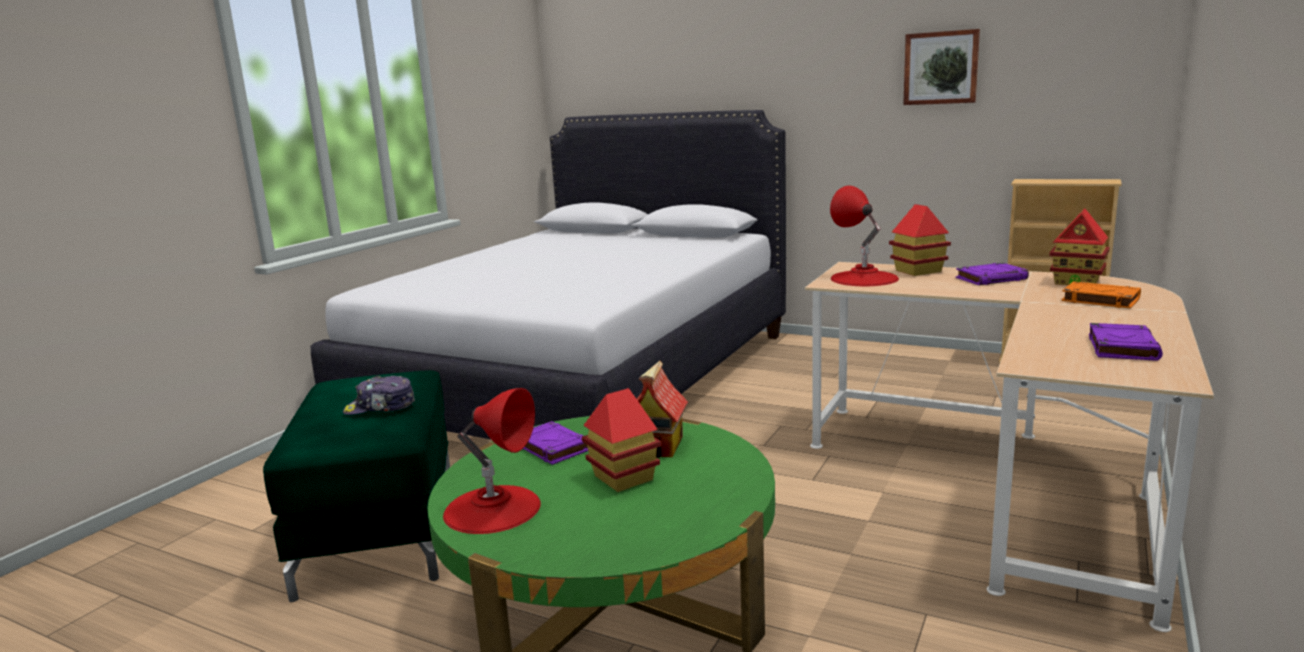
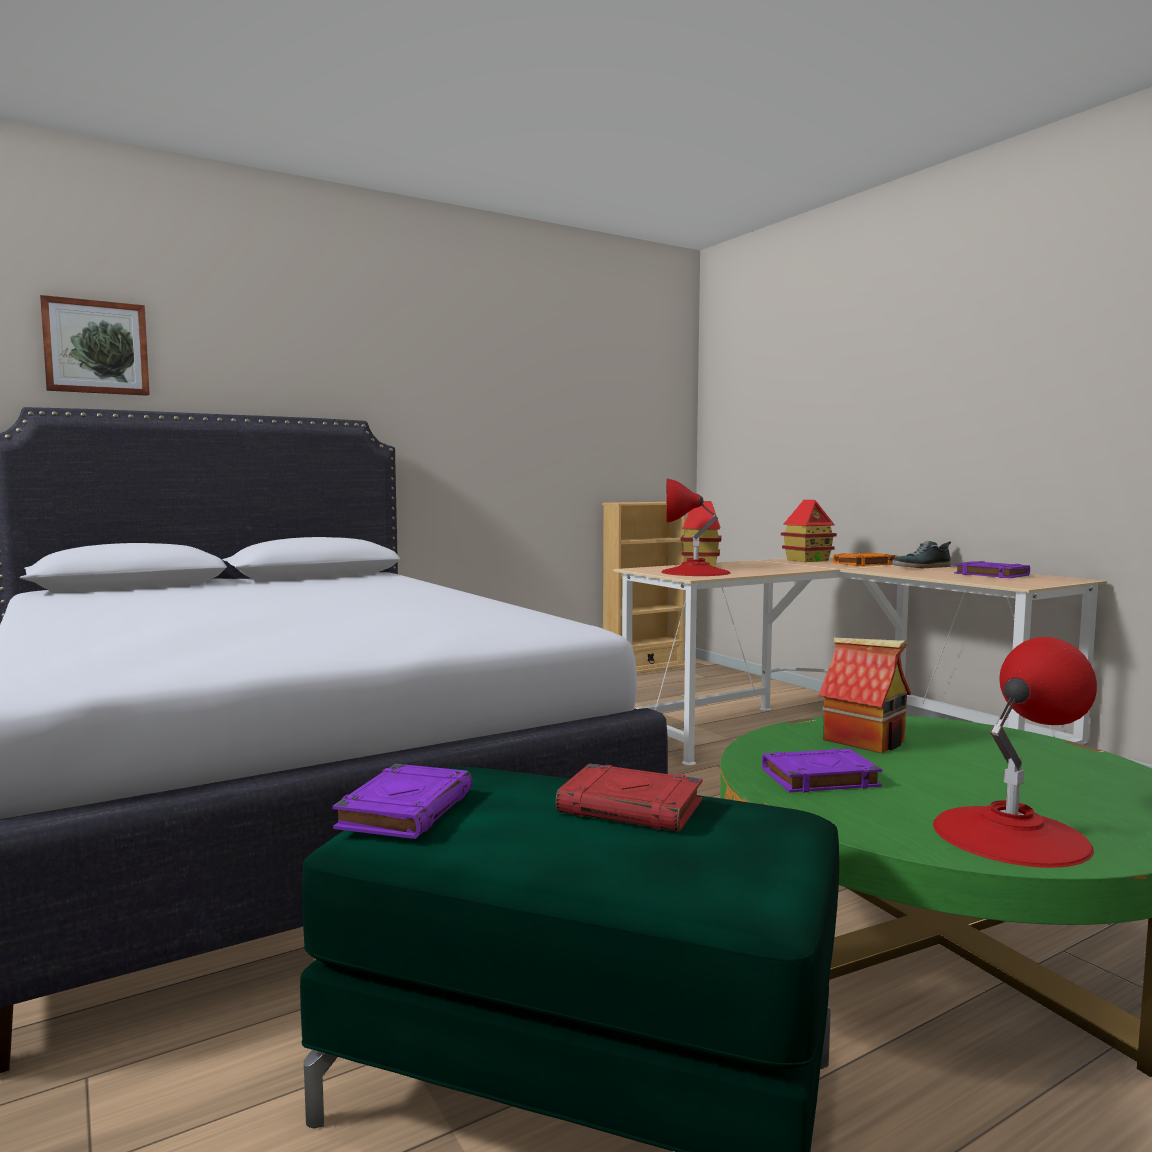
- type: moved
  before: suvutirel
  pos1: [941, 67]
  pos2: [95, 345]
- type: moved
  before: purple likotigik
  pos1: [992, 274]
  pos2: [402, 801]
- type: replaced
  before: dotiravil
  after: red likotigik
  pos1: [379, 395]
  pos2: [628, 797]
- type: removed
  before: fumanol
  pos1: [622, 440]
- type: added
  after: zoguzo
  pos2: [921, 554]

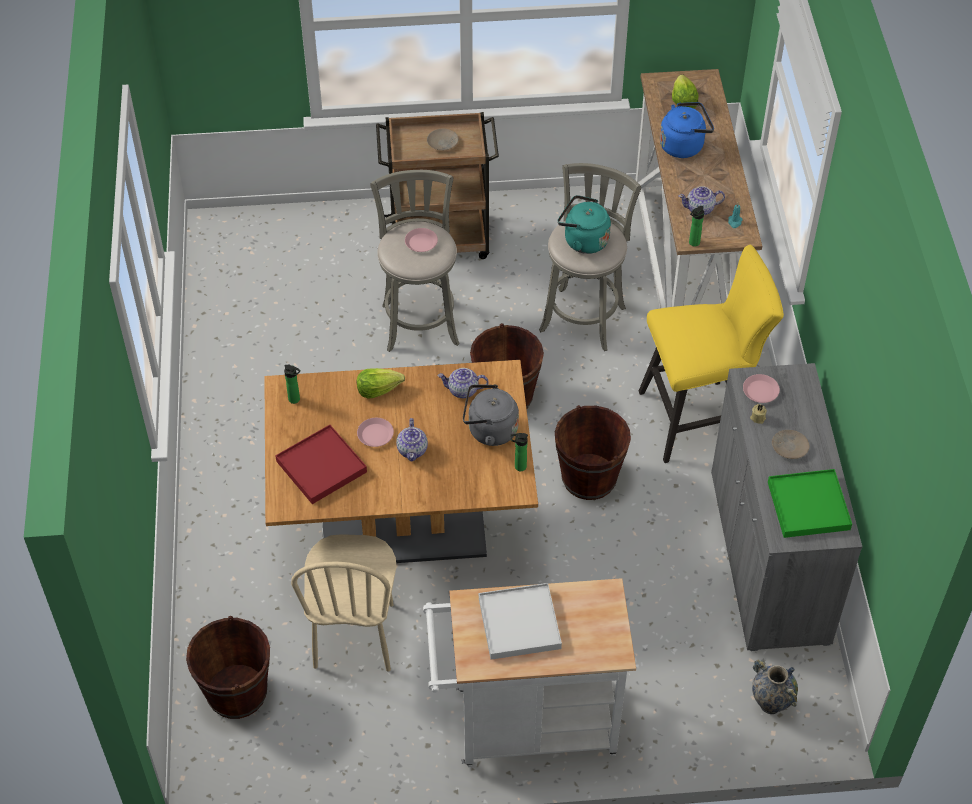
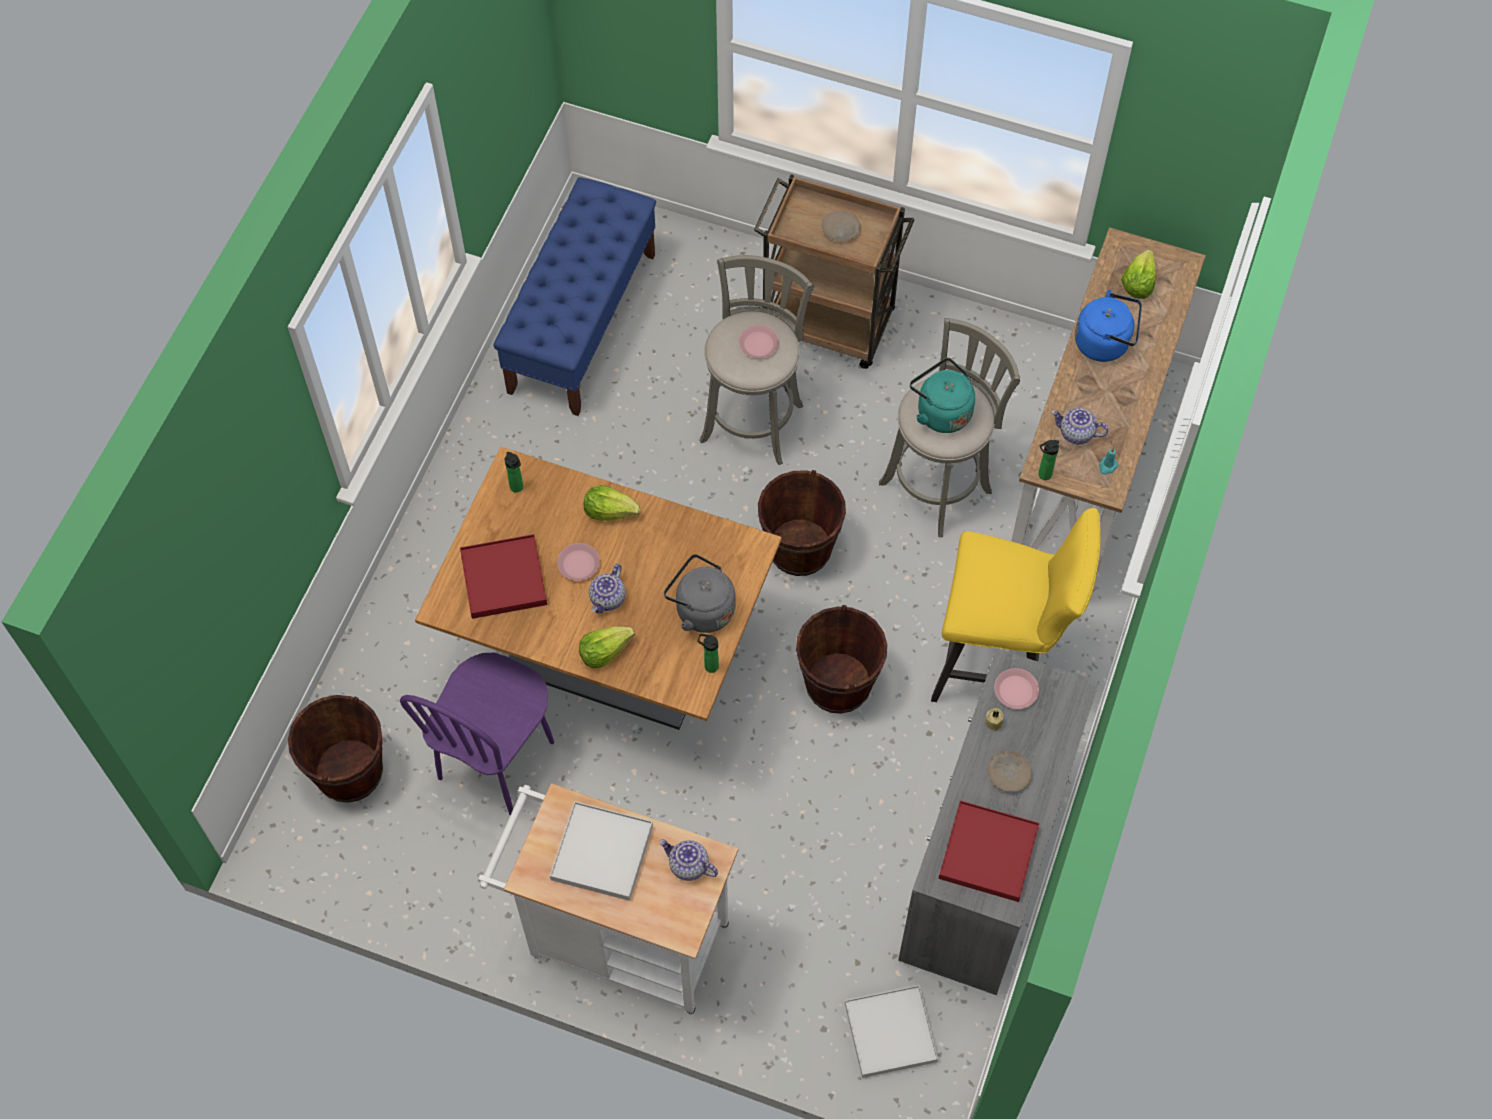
- type: moved
  before: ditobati
  pos1: [463, 383]
  pos2: [688, 860]
- type: recoloured
  before: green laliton
  after: red laliton
  pos1: [810, 503]
  pos2: [989, 851]
- type: recoloured
  before: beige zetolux
  after: purple zetolux
  pos1: [344, 602]
  pos2: [477, 734]
- type: replaced
  before: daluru
  after: white laliton
  pos1: [775, 687]
  pos2: [891, 1031]
- type: added
  after: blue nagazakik
  pos2: [575, 296]
- type: added
  after: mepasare
  pos2: [607, 647]

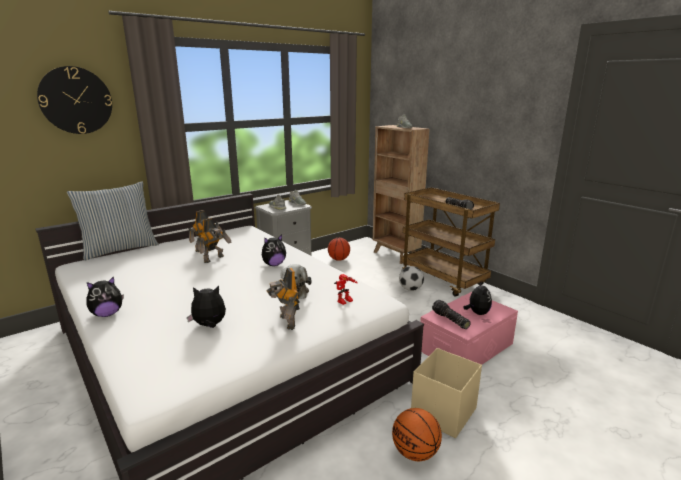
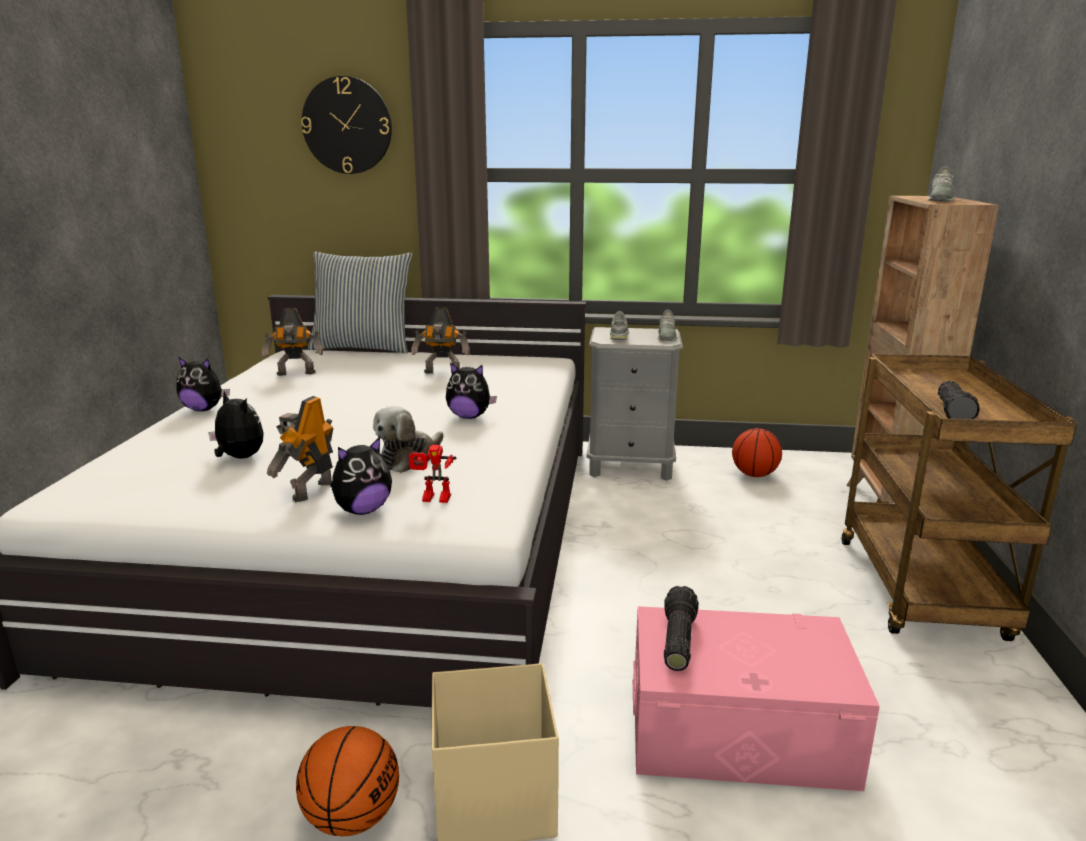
- type: moved
  before: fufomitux
  pos1: [214, 240]
  pos2: [293, 342]
- type: removed
  before: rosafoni
  pos1: [411, 278]
- type: moved
  before: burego
  pos1: [477, 297]
  pos2: [361, 476]

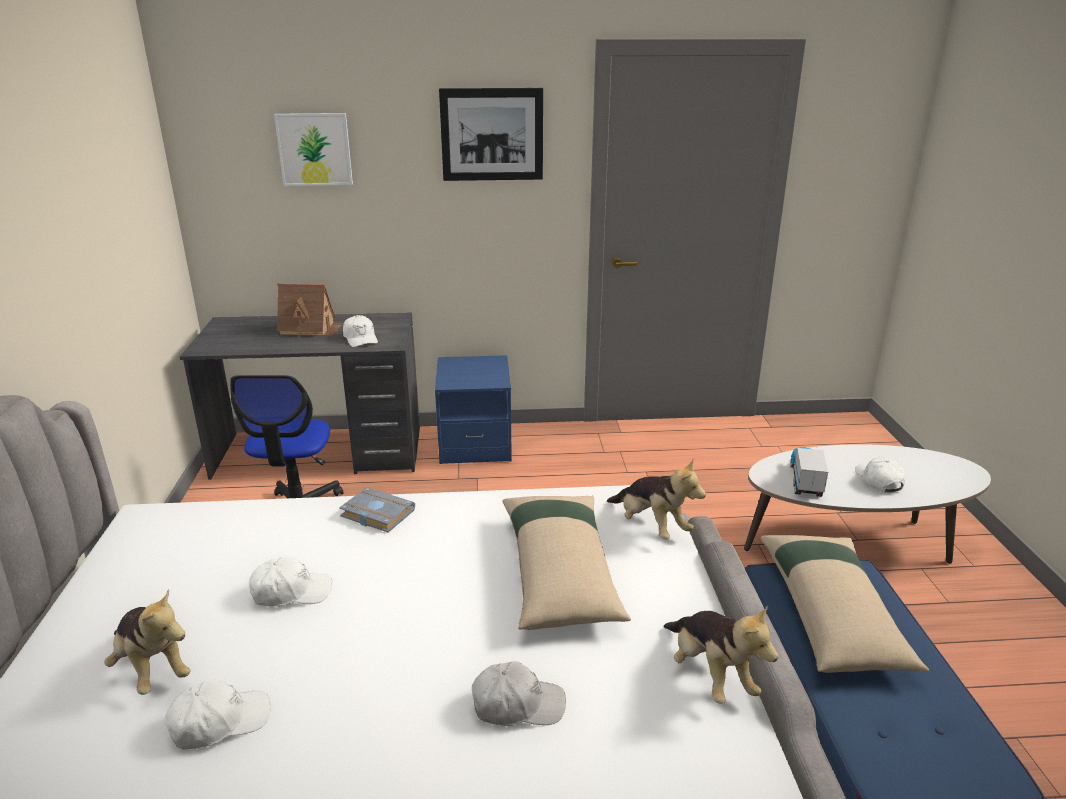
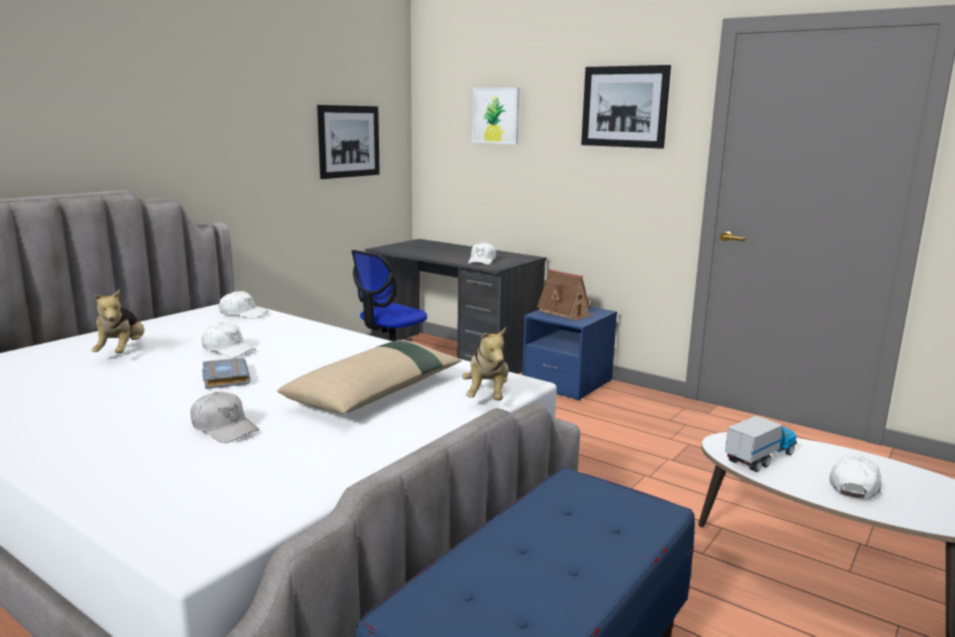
- type: moved
  before: fumanol
  pos1: [310, 309]
  pos2: [566, 294]
- type: moved
  before: grey likotigik
  pos1: [377, 509]
  pos2: [226, 373]
- type: removed
  before: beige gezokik
  pos1: [844, 604]
- type: removed
  before: burego
  pos1: [721, 655]
- type: moved
  before: white dotiravil
  pos1: [218, 714]
  pos2: [243, 305]
- type: added
  after: suvutirel
  pos2: [348, 142]

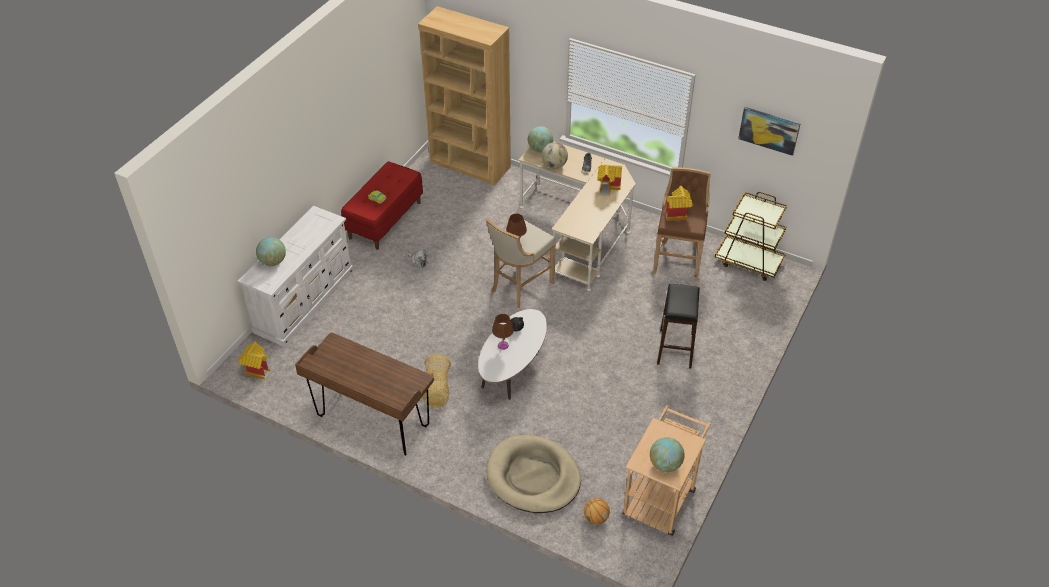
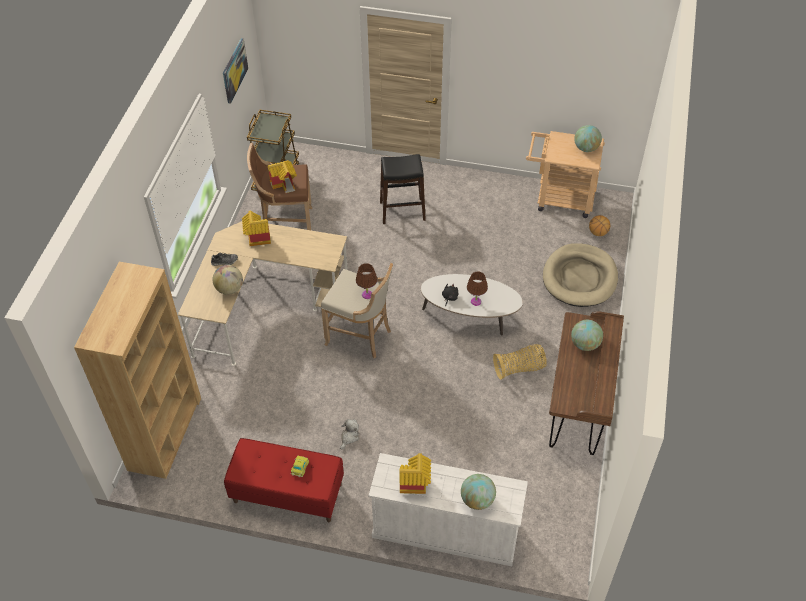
- type: moved
  before: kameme
  pos1: [540, 139]
  pos2: [587, 335]
- type: moved
  before: fumanol
  pos1: [254, 360]
  pos2: [415, 473]

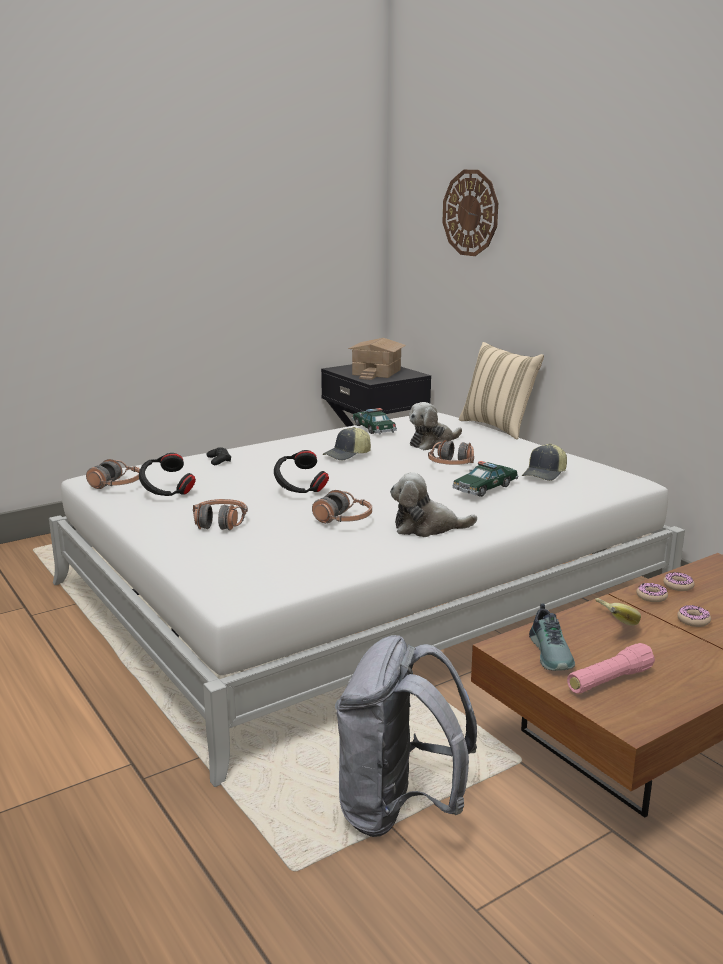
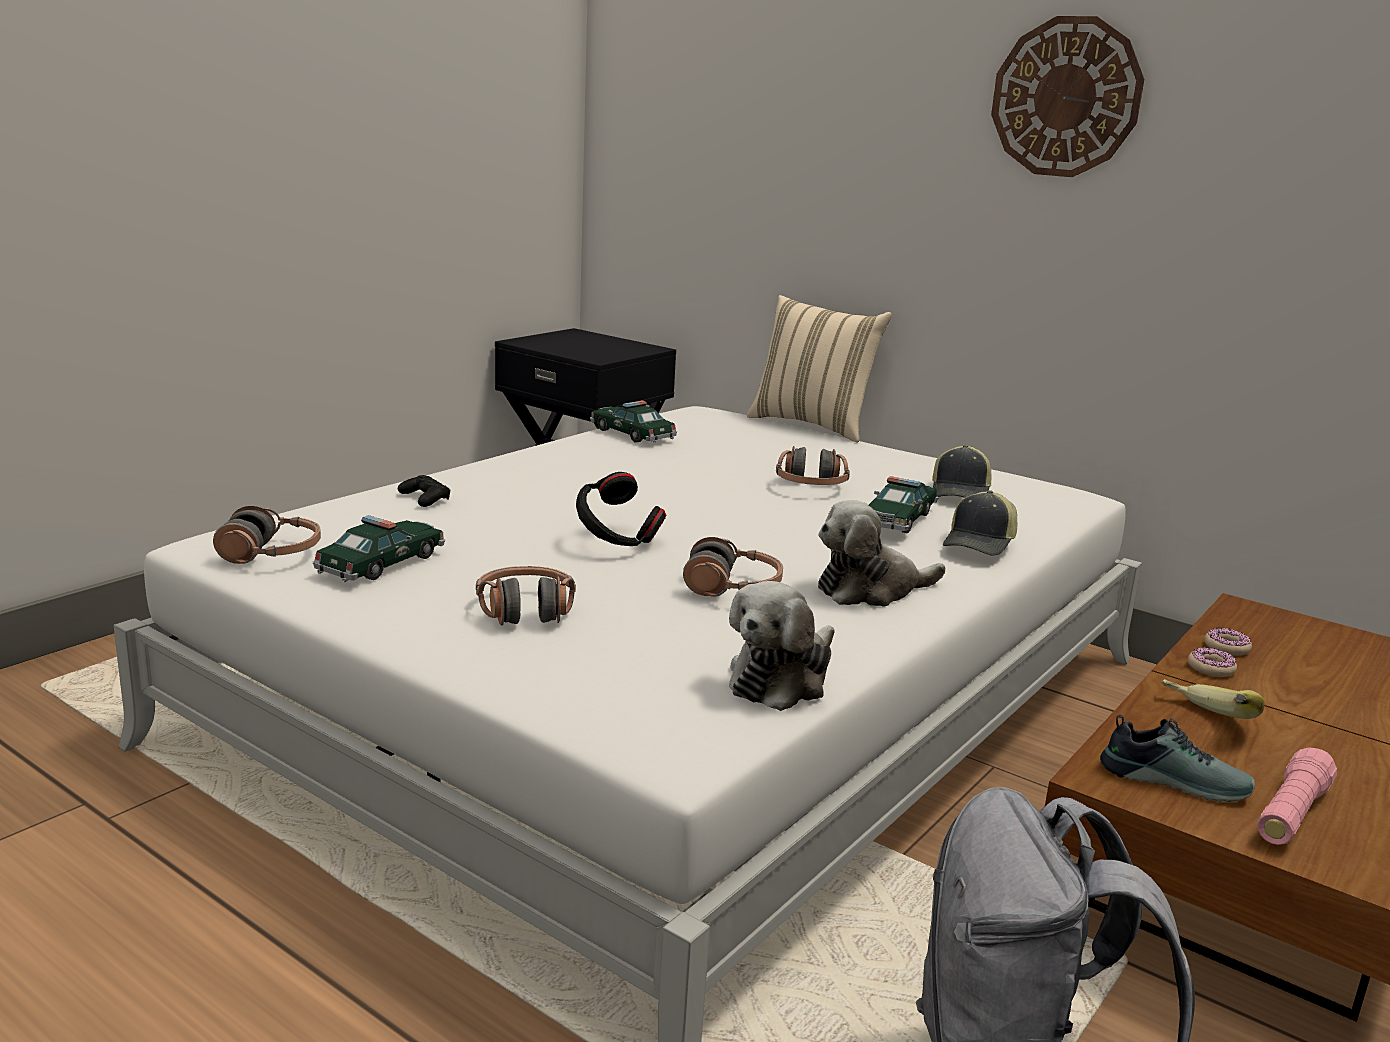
- type: moved
  before: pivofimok
  pos1: [470, 213]
  pos2: [1067, 96]
- type: removed
  before: fumanol
  pos1: [377, 359]
- type: moved
  before: burego
  pos1: [435, 426]
  pos2: [782, 646]
- type: moved
  before: dotiravil
  pos1: [346, 444]
  pos2: [980, 523]
- type: replaced
  before: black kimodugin
  after: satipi
  pos1: [167, 474]
  pos2: [379, 548]
- type: turned
  before: zoguzo
  pos1: [552, 637]
  pos2: [1177, 758]
  turn: -45
- type: removed
  before: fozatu
  pos1: [694, 616]

